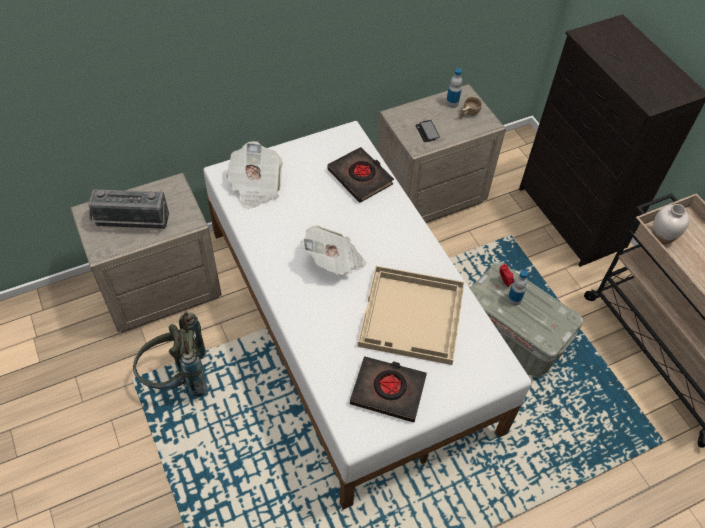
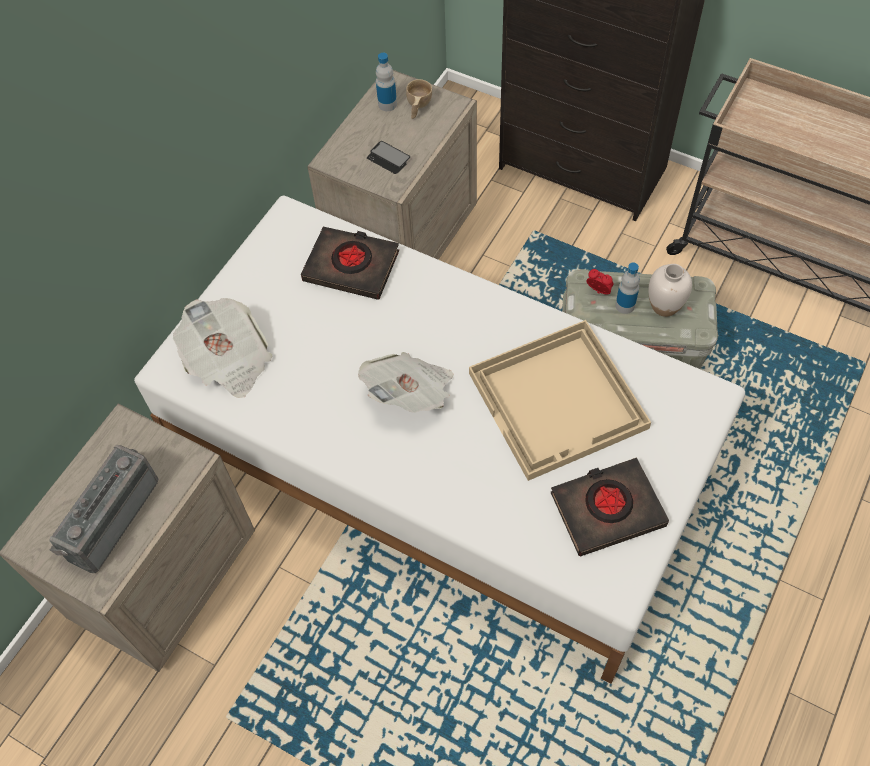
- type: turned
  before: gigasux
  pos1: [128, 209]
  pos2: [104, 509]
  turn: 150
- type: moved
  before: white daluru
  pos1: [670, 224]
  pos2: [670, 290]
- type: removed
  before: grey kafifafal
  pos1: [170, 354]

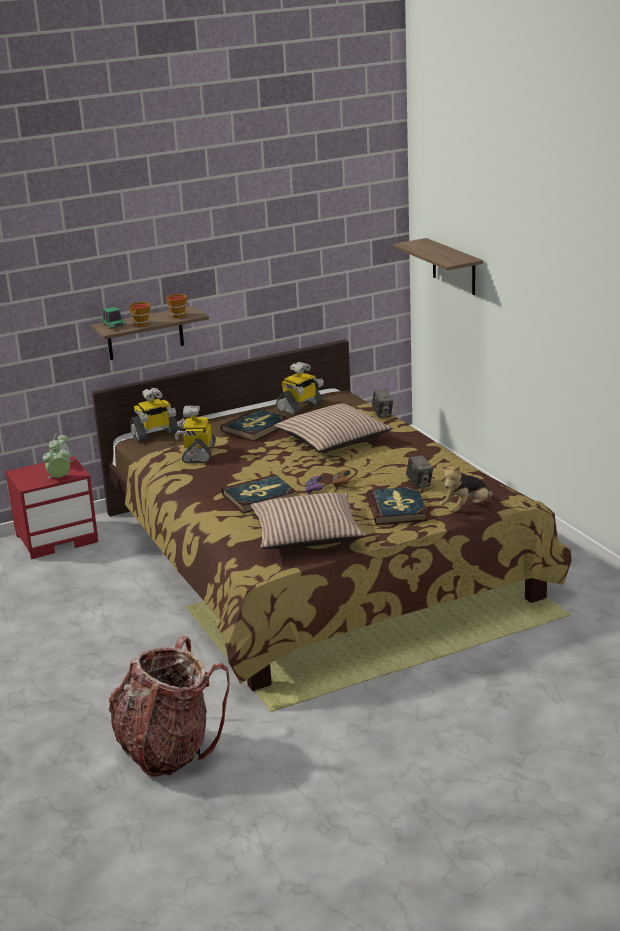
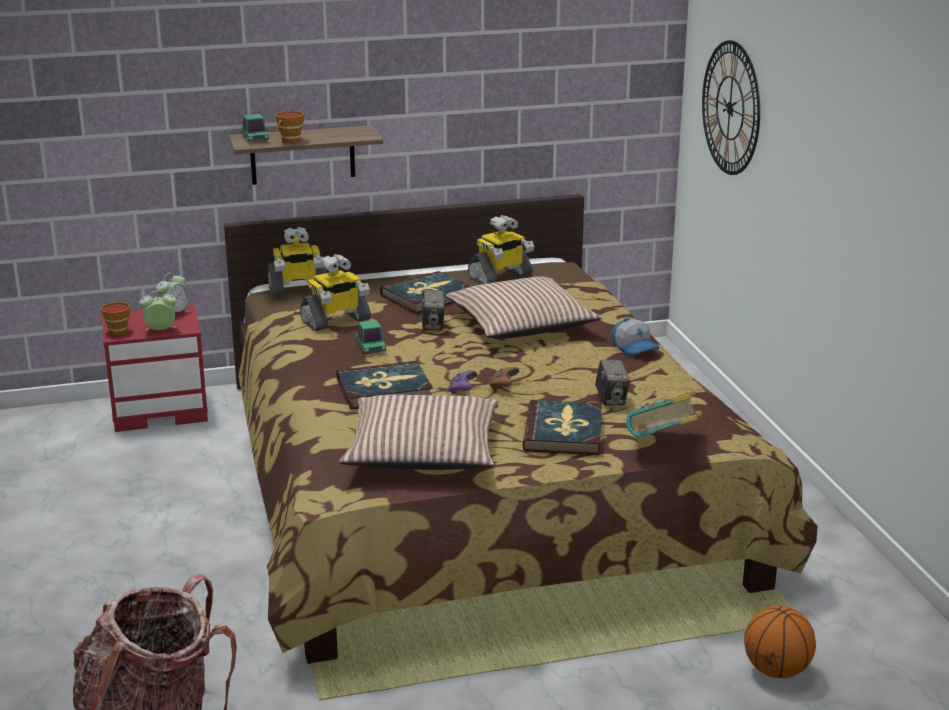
- type: replaced
  before: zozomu
  after: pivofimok
  pos1: [438, 266]
  pos2: [731, 107]
- type: moved
  before: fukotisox
  pos1: [176, 306]
  pos2: [115, 318]
- type: moved
  before: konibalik
  pos1: [382, 404]
  pos2: [433, 309]
- type: turned
  before: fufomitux
  pos1: [195, 434]
  pos2: [335, 292]
  turn: -135
- type: replaced
  before: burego
  after: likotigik
  pos1: [467, 489]
  pos2: [664, 413]
- type: added
  after: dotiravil
  pos2: [635, 336]
- type: added
  after: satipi
  pos2: [371, 336]
- type: added
  after: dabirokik
  pos2: [780, 642]

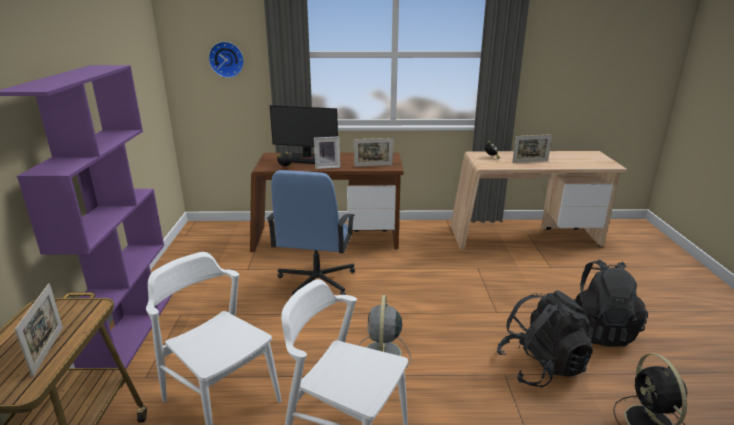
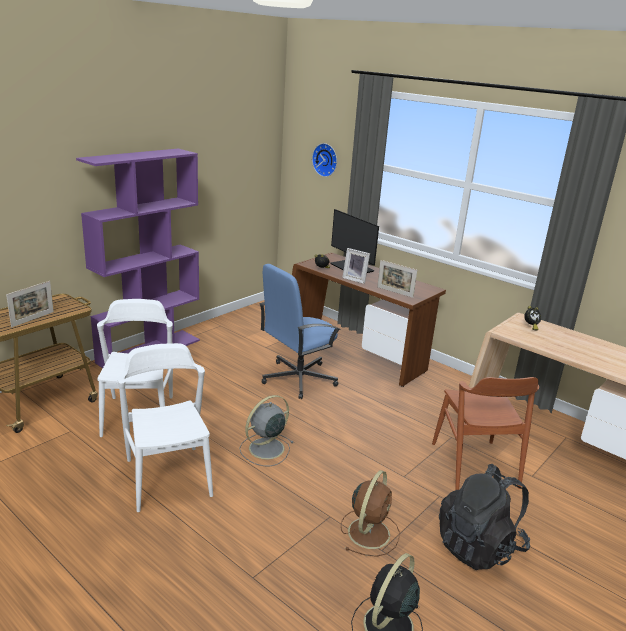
- type: removed
  before: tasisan
  pos1: [532, 148]
- type: replaced
  before: black kafifafal
  after: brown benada
  pos1: [545, 338]
  pos2: [370, 513]
- type: added
  after: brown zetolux
  pos2: [485, 433]

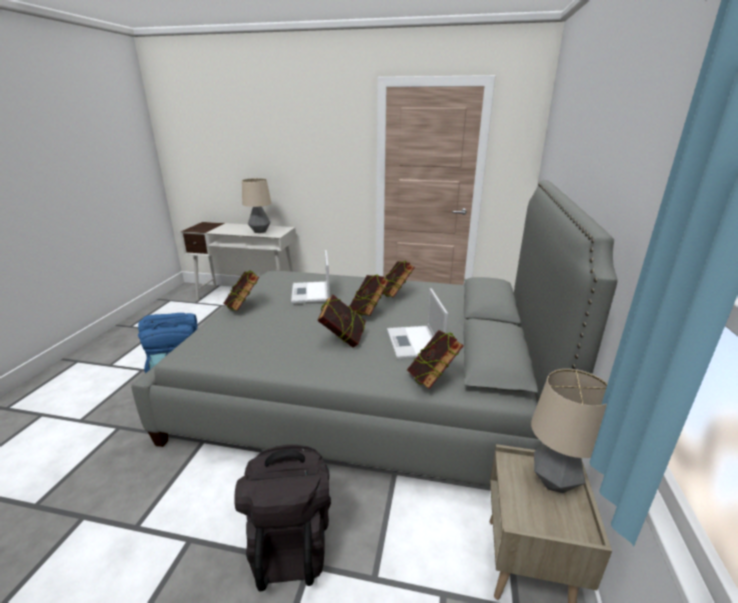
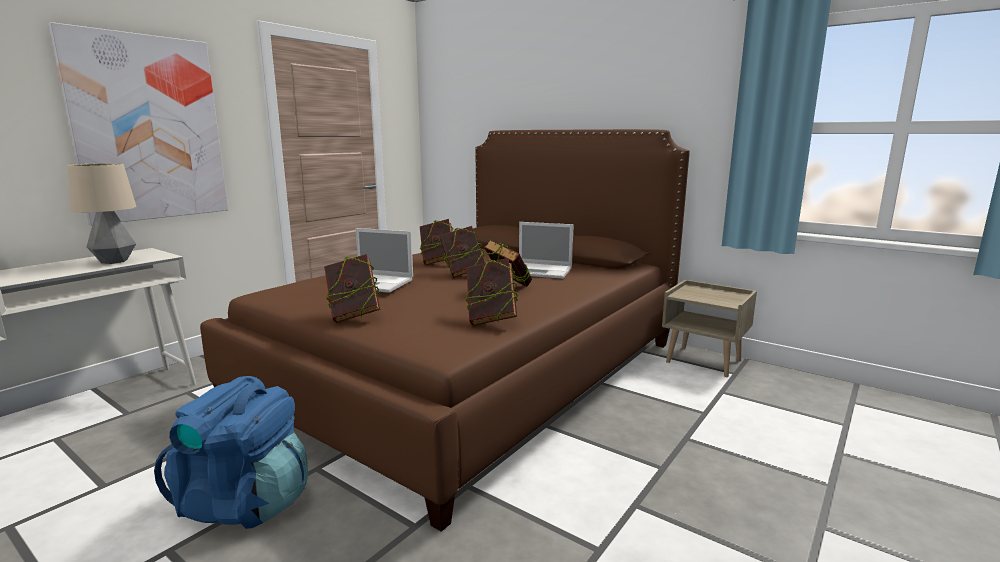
- type: recoloured
  before: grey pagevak
  after: brown pagevak
  pos1: [374, 333]
  pos2: [445, 330]
- type: moved
  before: likotigik
  pos1: [435, 359]
  pos2: [492, 292]
- type: removed
  before: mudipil
  pos1: [569, 431]
- type: removed
  before: black kafifafal
  pos1: [282, 518]
- type: added
  after: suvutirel
  pos2: [138, 123]

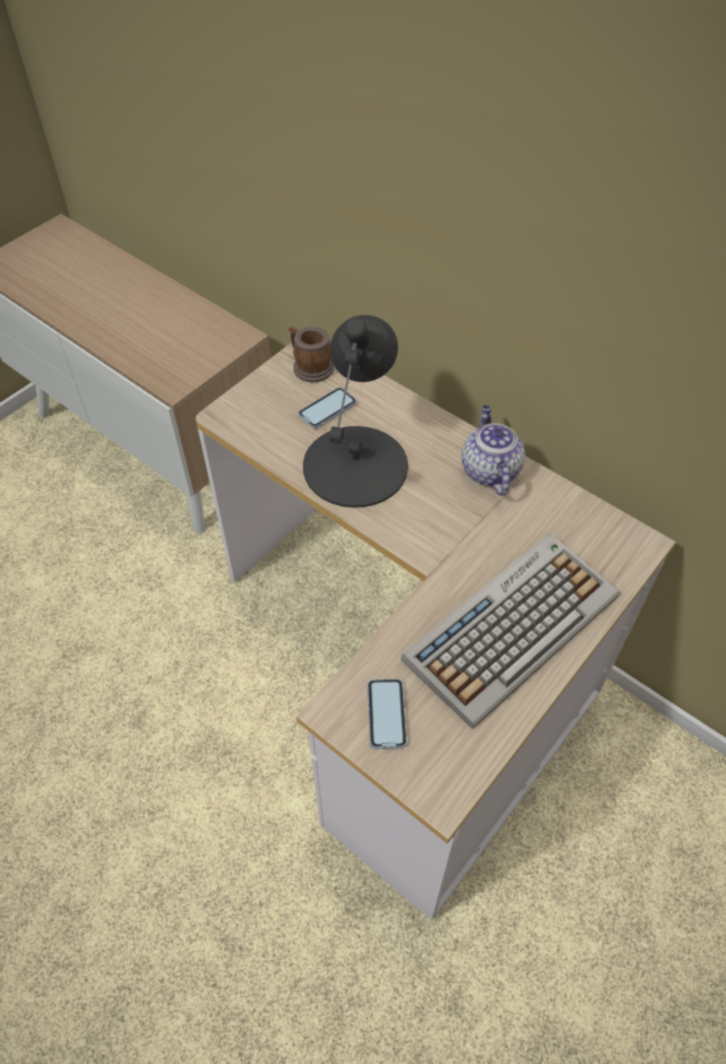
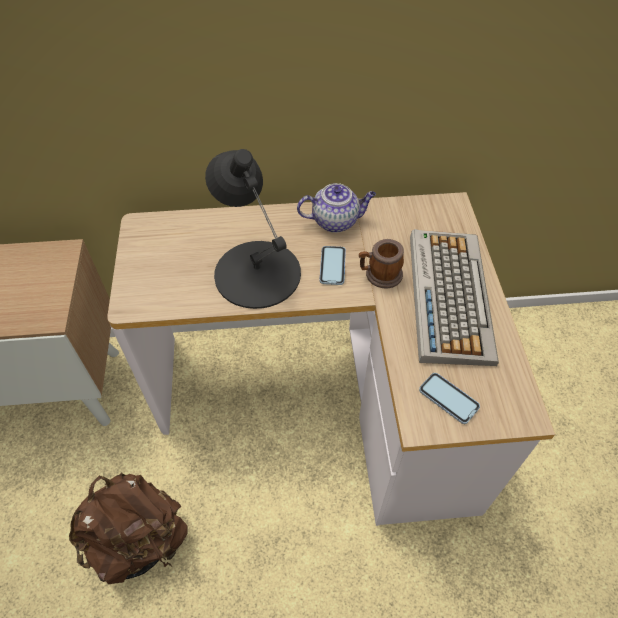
- type: moved
  before: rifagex
  pos1: [311, 354]
  pos2: [381, 264]
- type: moved
  before: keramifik
  pos1: [327, 408]
  pos2: [332, 265]
- type: turned
  before: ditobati
  pos1: [493, 450]
  pos2: [336, 208]
  turn: 135
- type: added
  after: brown kafifafal
  pos2: [128, 528]

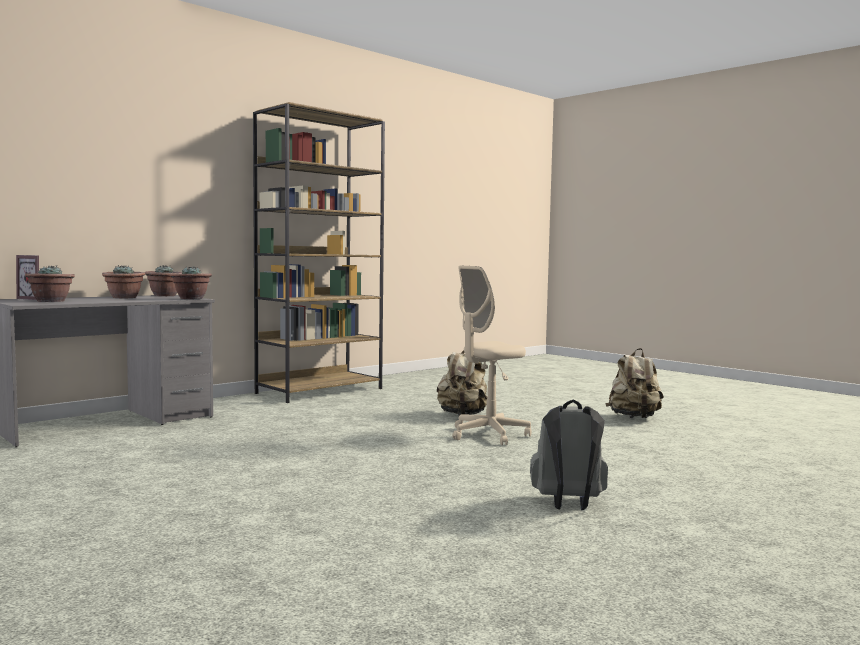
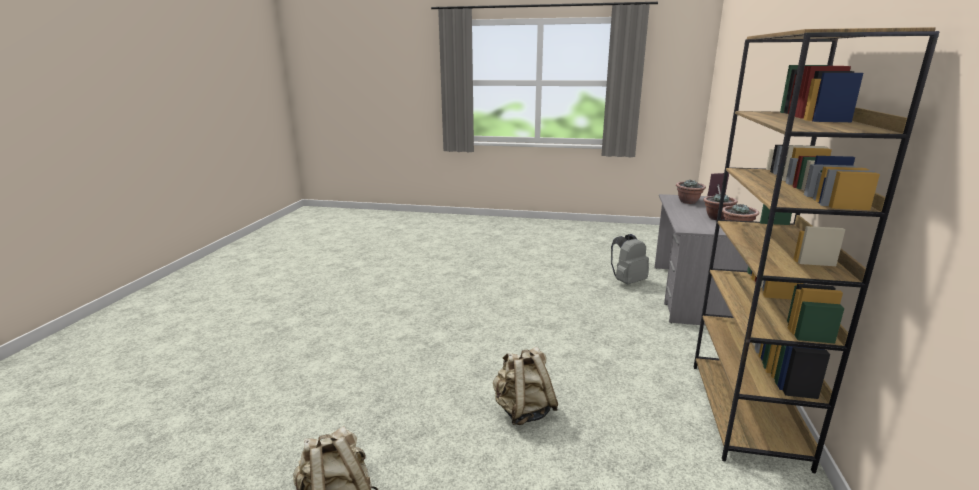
- type: removed
  before: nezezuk
  pos1: [191, 282]
- type: removed
  before: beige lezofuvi
  pos1: [492, 355]
- type: moved
  before: grey kafifafal
  pos1: [569, 455]
  pos2: [630, 259]

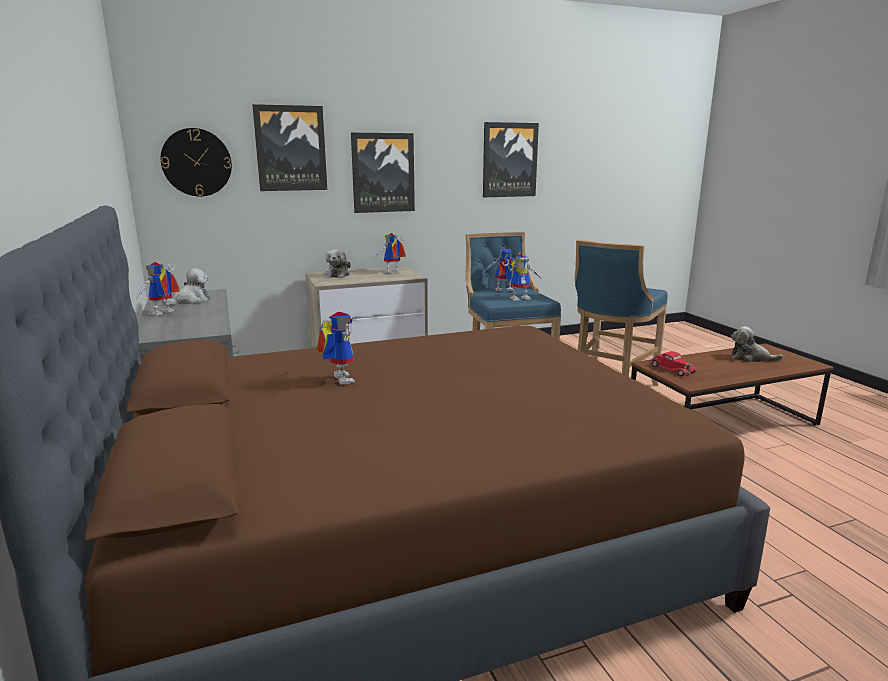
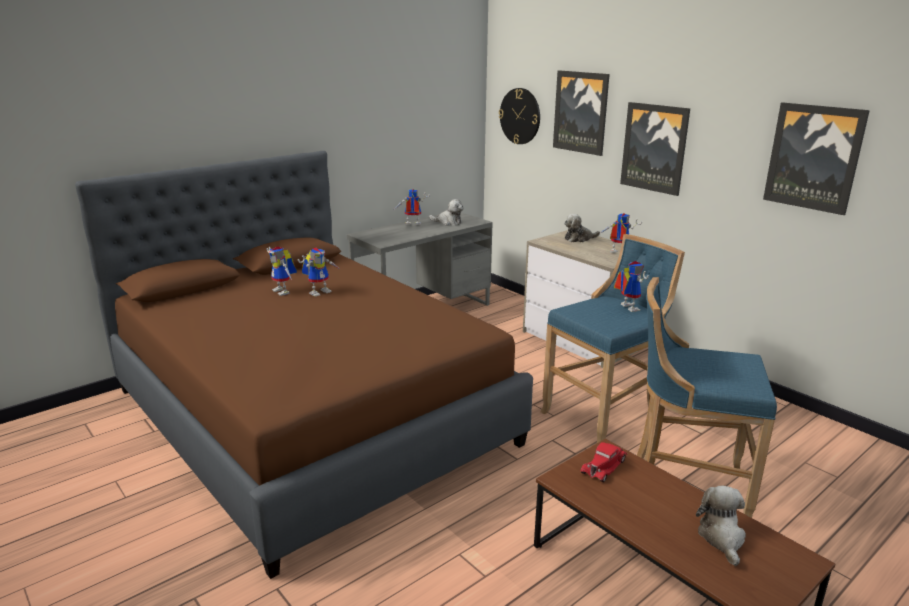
- type: moved
  before: fufomitux
  pos1: [522, 277]
  pos2: [282, 271]

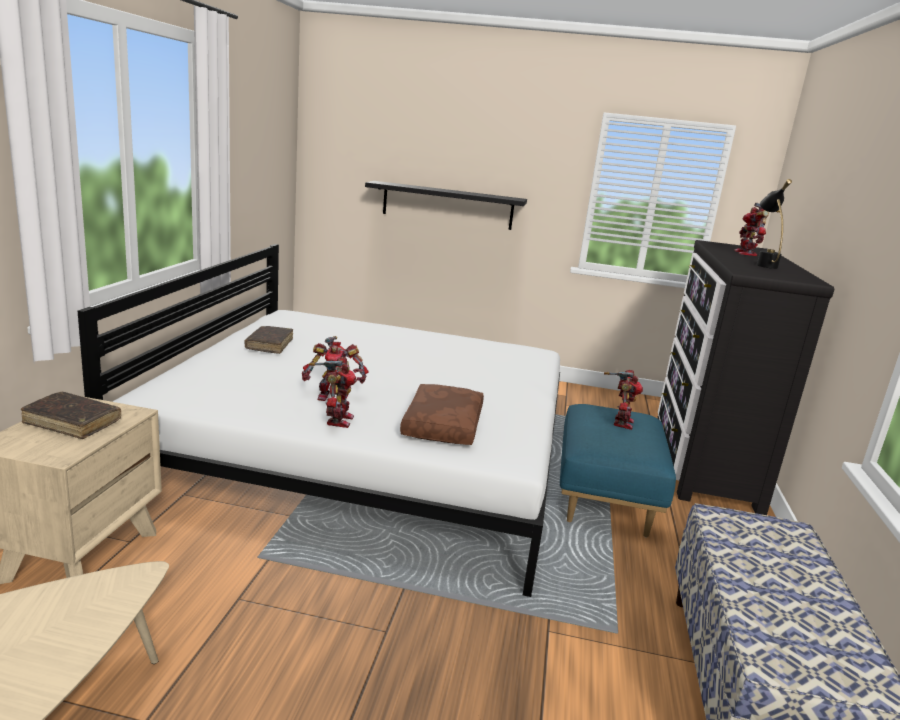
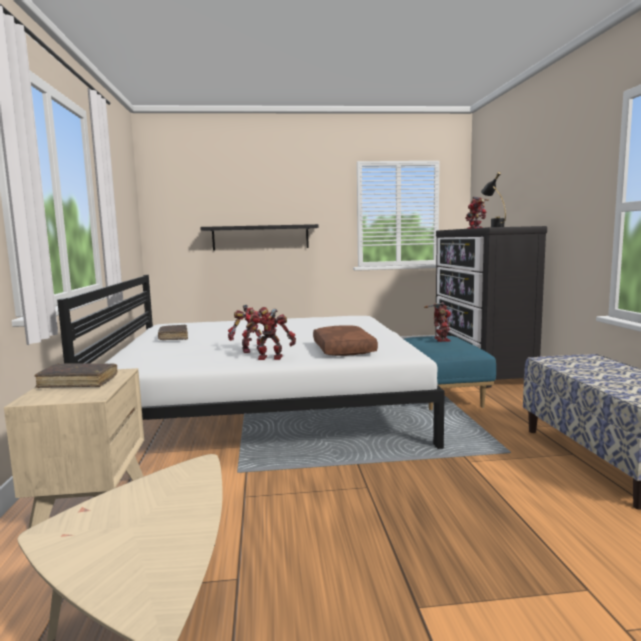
- type: turned
  before: fufomitux
  pos1: [333, 392]
  pos2: [269, 334]
  turn: -75

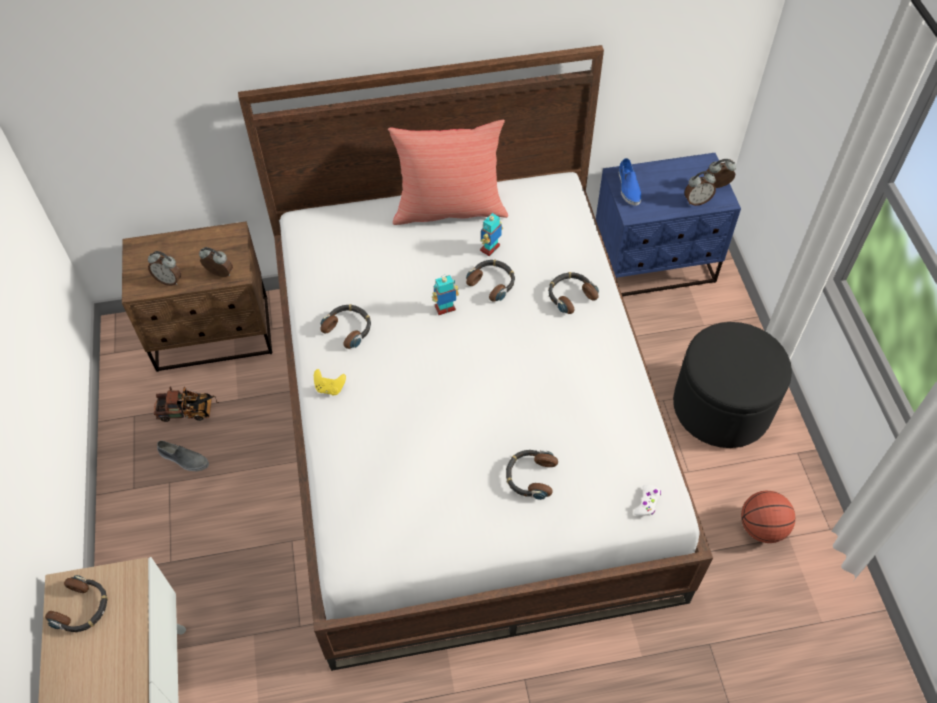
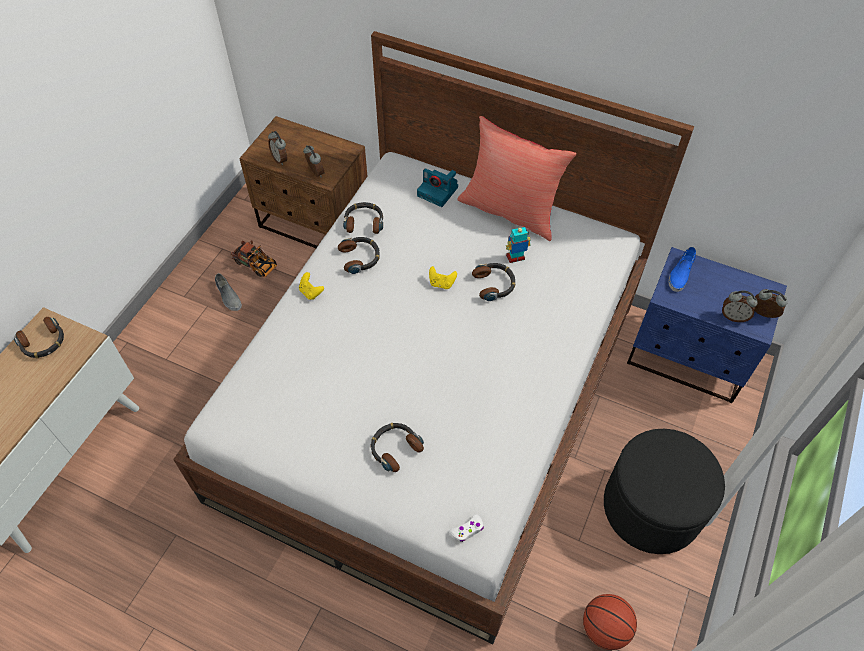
- type: moved
  before: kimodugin
  pos1: [573, 293]
  pos2: [363, 218]
- type: replaced
  before: fufomitux
  after: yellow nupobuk
  pos1: [445, 295]
  pos2: [443, 277]
- type: added
  after: konibalik
  pos2: [437, 187]

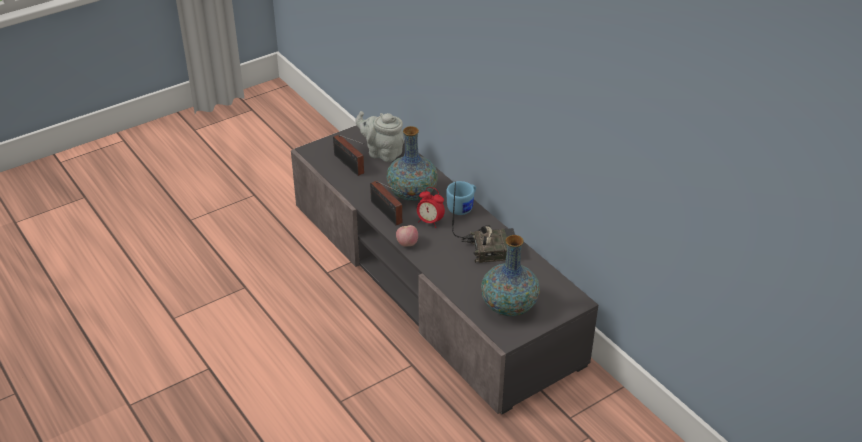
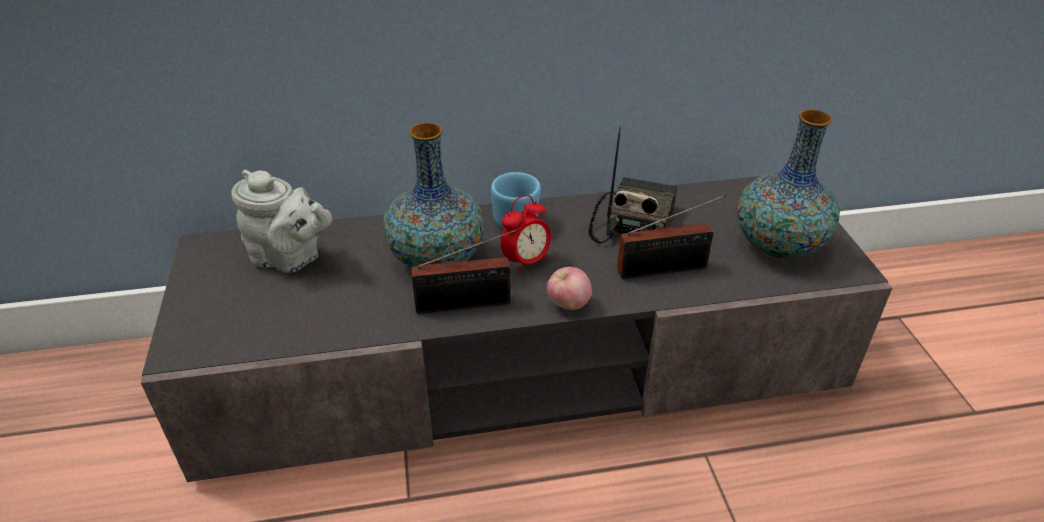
- type: turned
  before: grey ditobati
  pos1: [379, 136]
  pos2: [281, 221]
  turn: -120
- type: moved
  before: gigasux
  pos1: [348, 155]
  pos2: [671, 237]

